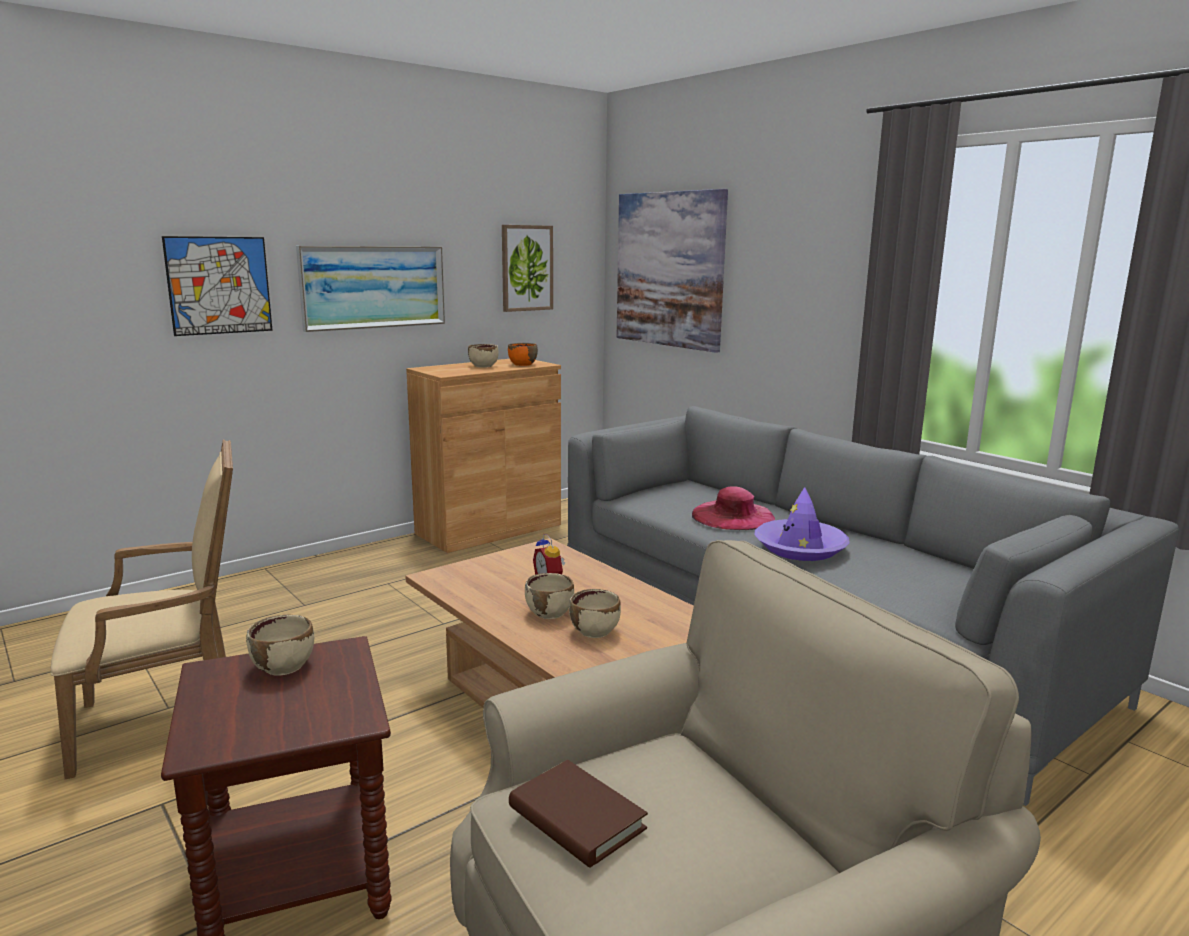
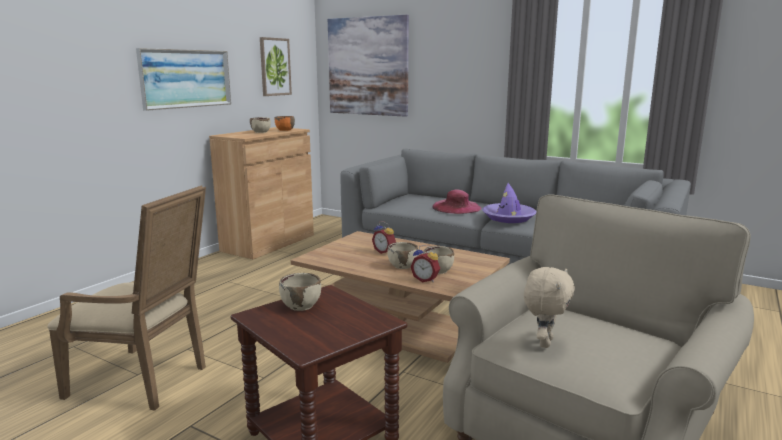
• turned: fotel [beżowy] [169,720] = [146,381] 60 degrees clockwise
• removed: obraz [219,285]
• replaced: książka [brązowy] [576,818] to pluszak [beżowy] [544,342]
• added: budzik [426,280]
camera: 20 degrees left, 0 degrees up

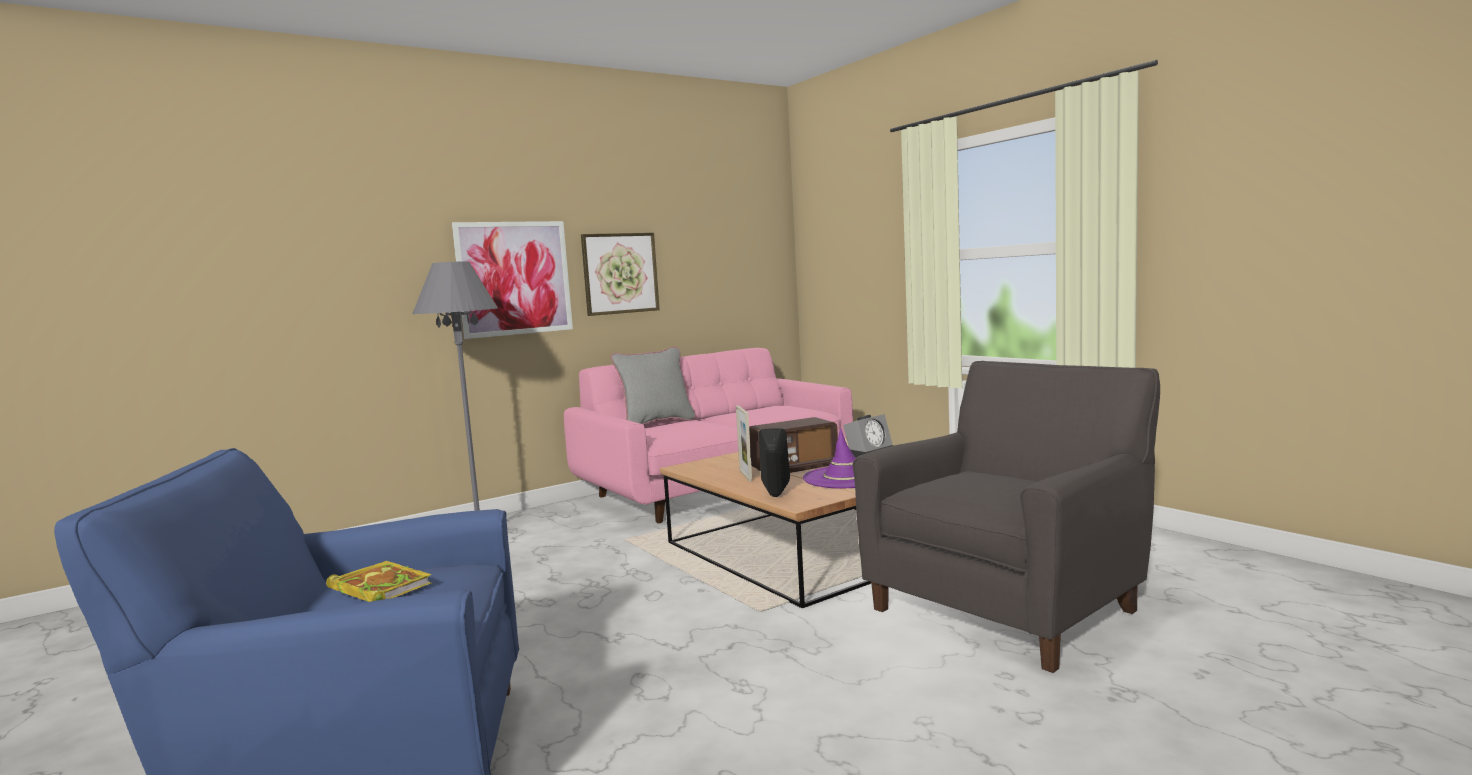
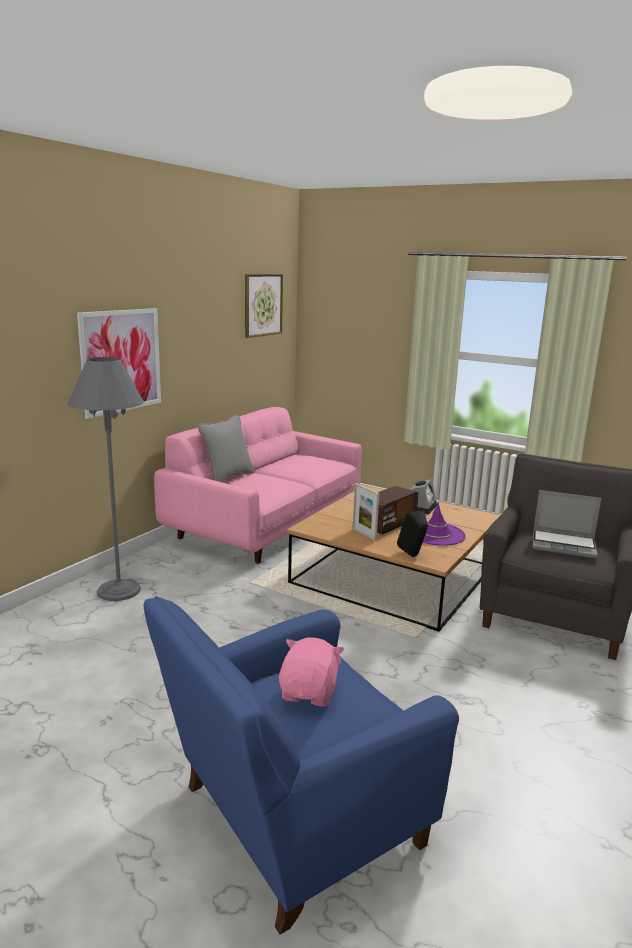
• replaced: książka [378,588] to pluszak [różowy] [310,692]
• moved: obraz [620,273] to [262,305]
• added: laptop [564,545]
camera: 25 degrees left, 10 degrees up

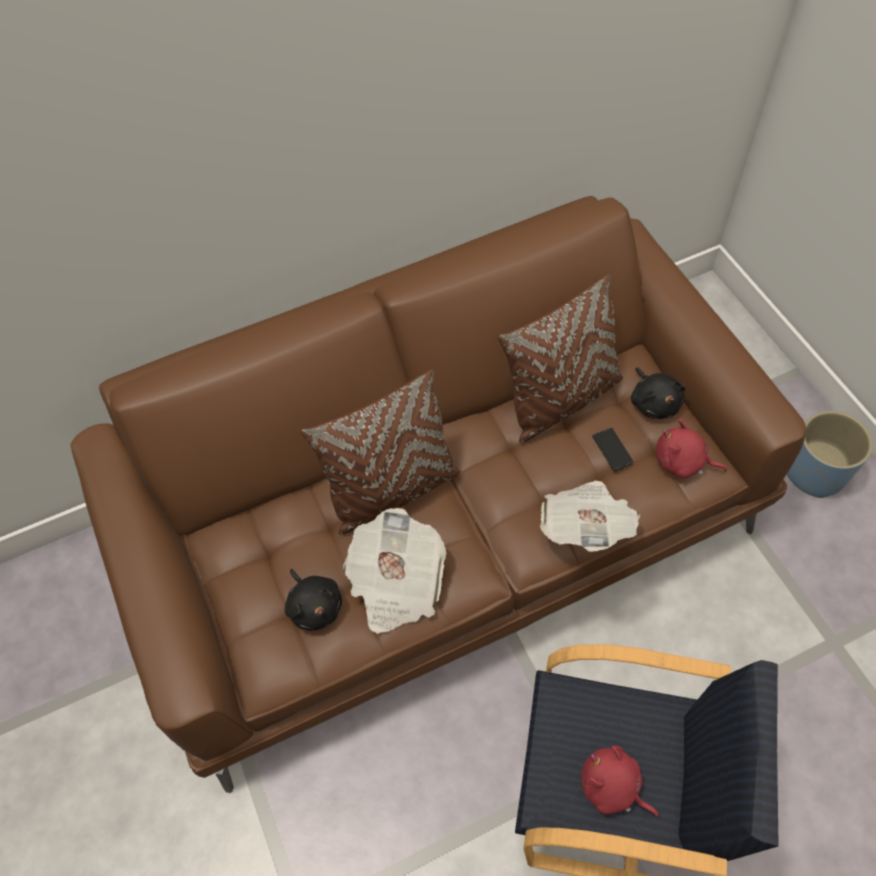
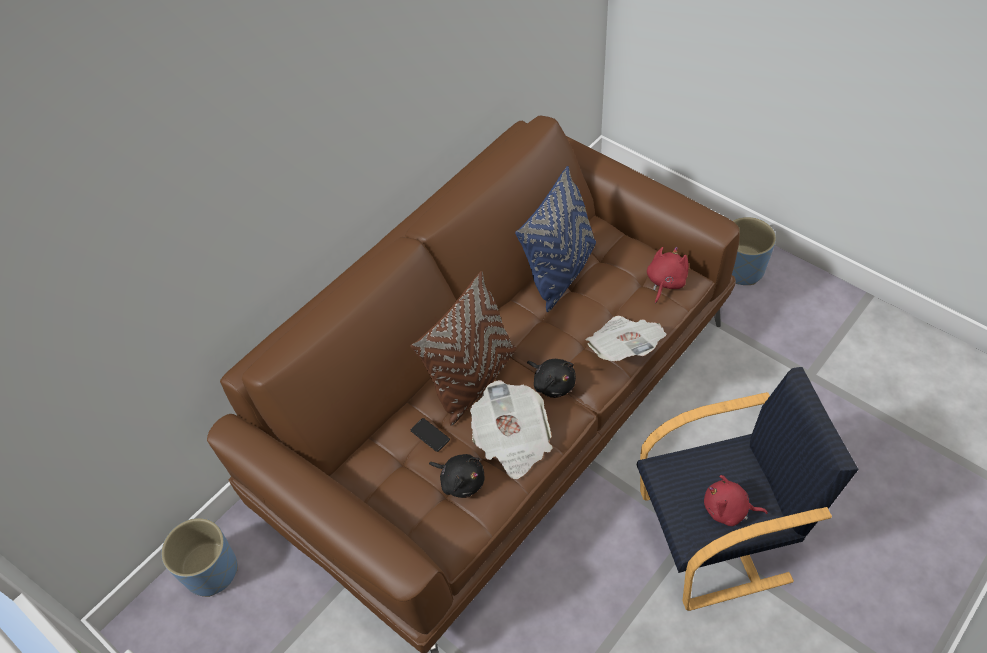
• recoloured: poduszka [brązowy] [561,399] to poduszka [niebieski] [560,272]
• moved: telefon [612,449] to [430,435]
• moved: pluszak [czarny] [654,402] to [552,383]
• turned: pluszak [czerwony] [682,462] = [665,282] 120 degrees clockwise
• added: donica [niebieski] [211,570]
camera: 25 degrees left, 5 degrees down

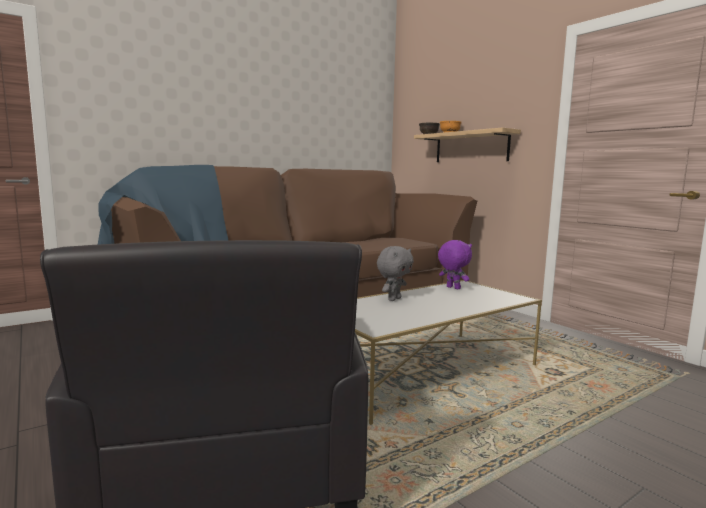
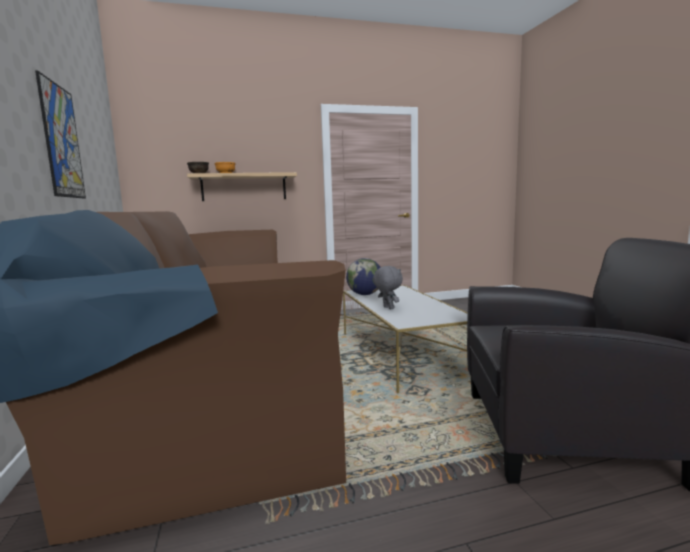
• replaced: pluszak [fioletowy] [452,288] to globus [365,294]
• added: obraz [62,141]
camera: 70 degrees left, 0 degrees up

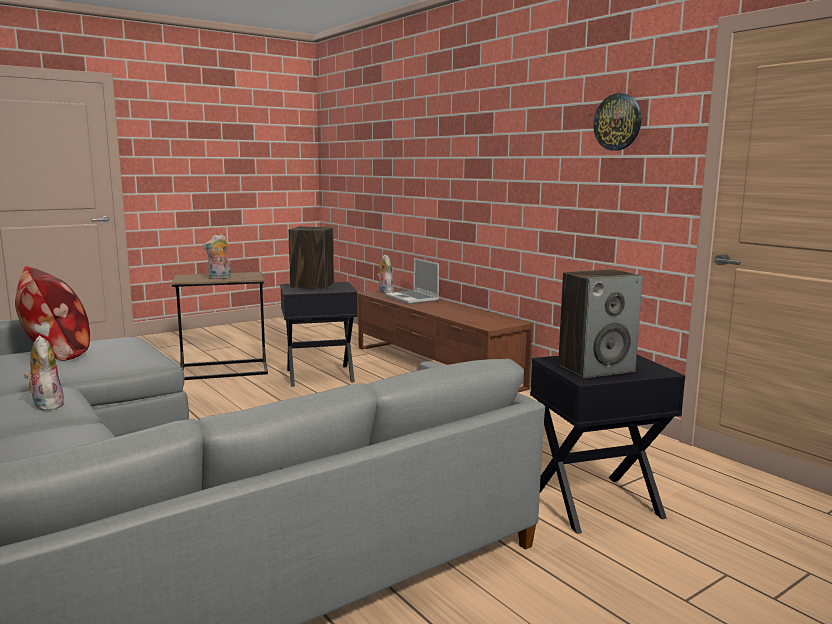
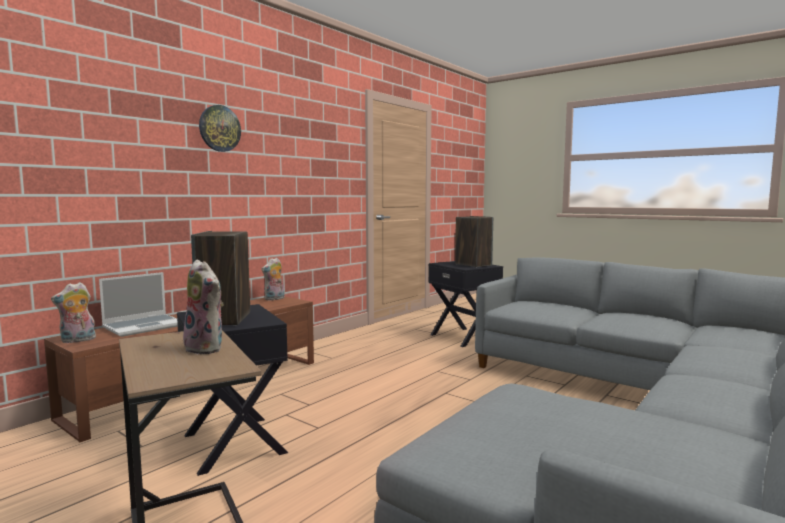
• removed: poduszka [56,353]
• moved: pluszak [46,405] to [274,299]
• moved: zegar ścienny [618,122] to [219,128]
camera: 105 degrees left, 5 degrees down

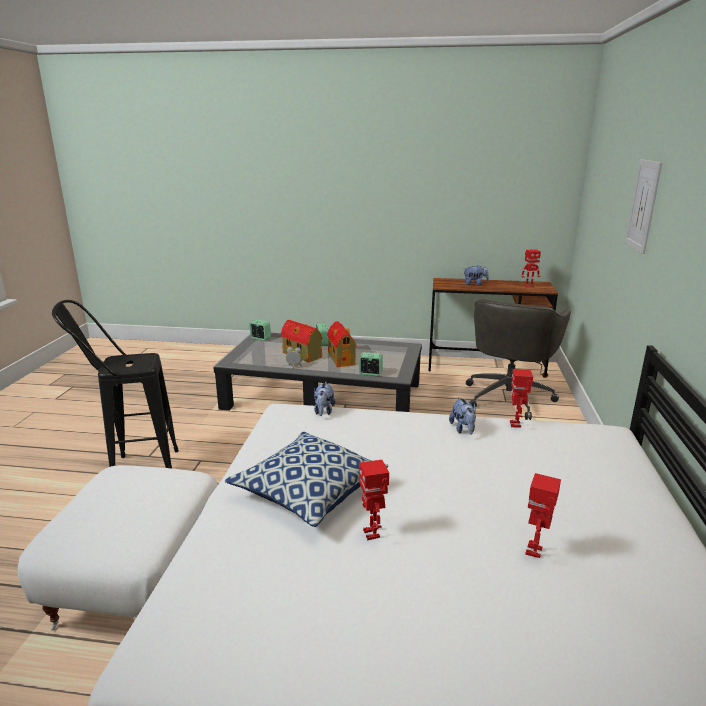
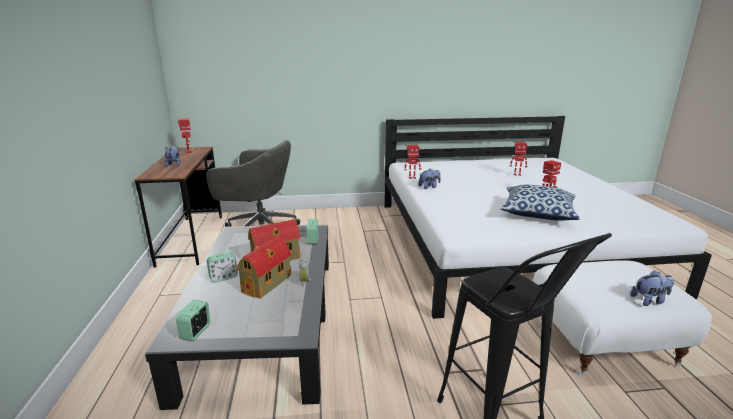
• moved: pluszak [323,411] to [650,300]
• removed: obraz [643,205]
camera: 105 degrees left, 0 degrees up

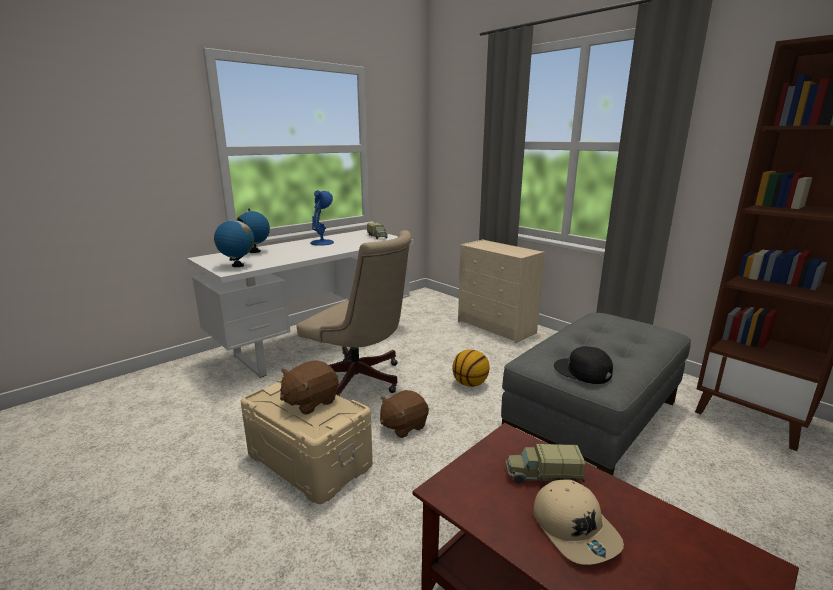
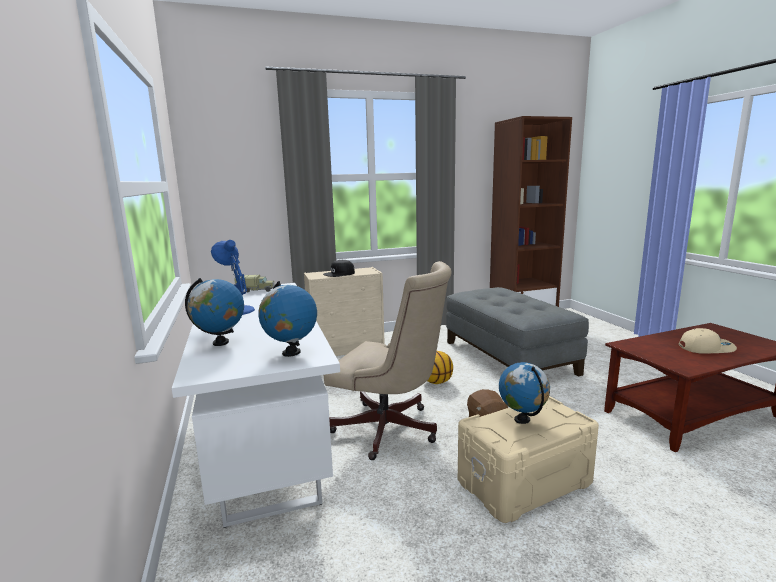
• replaced: pluszak [brązowy] [310,402] to globus [522,420]
• turned: krzesło biurowe [beżowy] [361,381] = [391,431] 60 degrees clockwise
• removed: ciężarówka zabawkowa [542,475]
• moved: czapka z daszkiem [czarny] [582,371] to [339,274]
camera: 65 degrees left, 5 degrees down

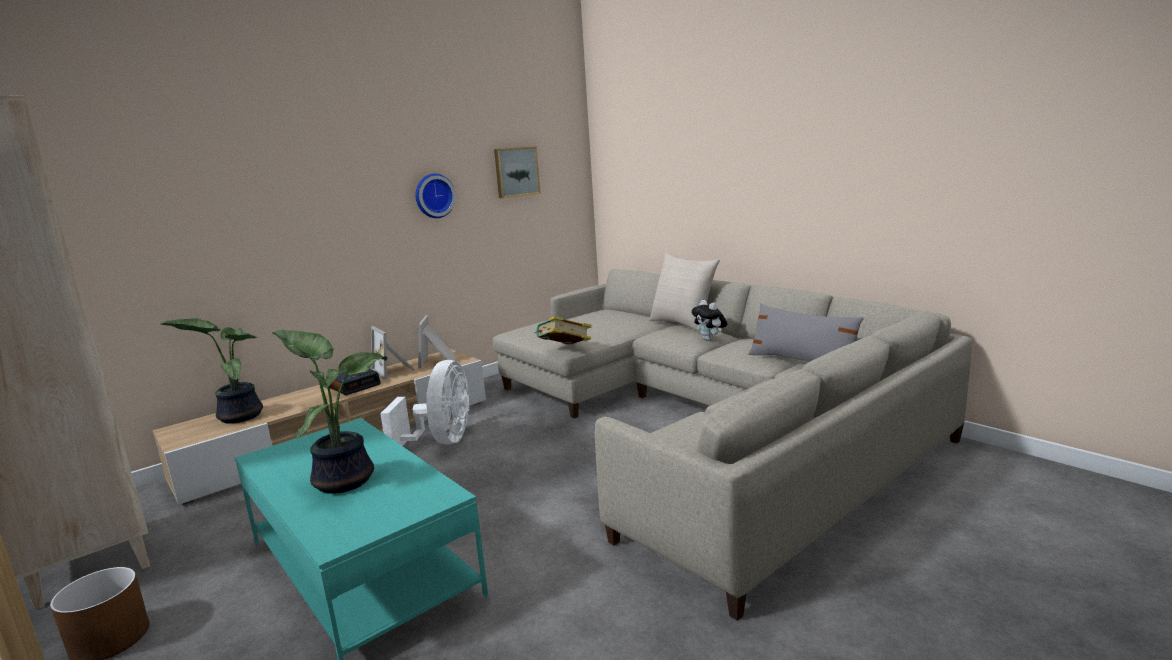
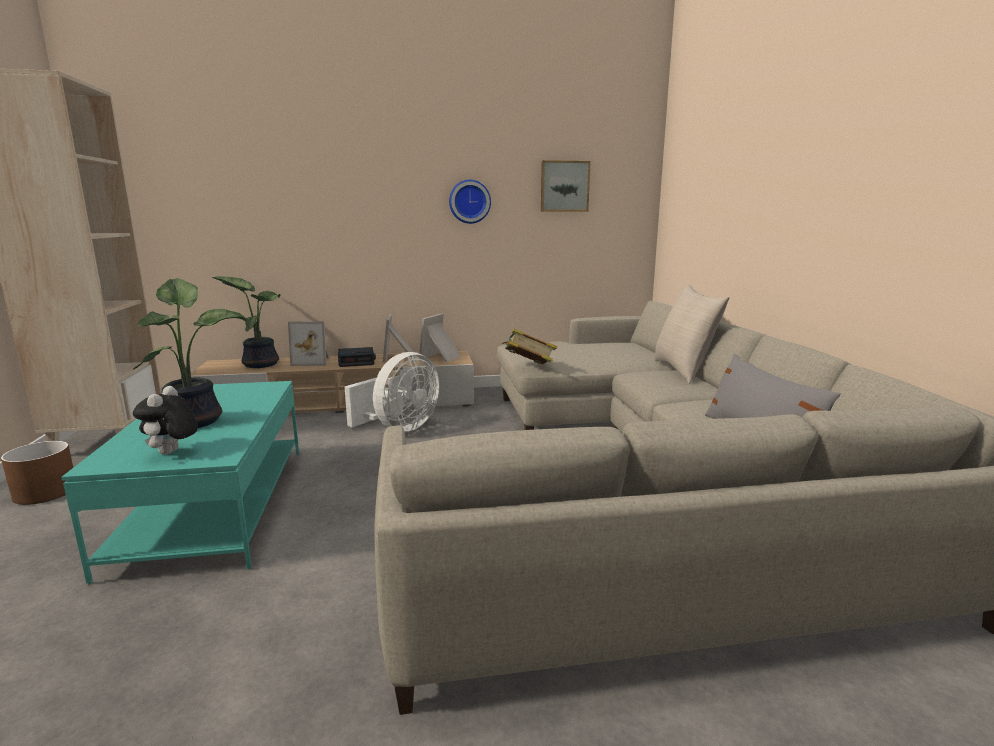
• moved: pluszak [710,340] to [172,453]
• added: ramka na zdjęcie [312,361]
camera: 30 degrees right, 0 degrees up

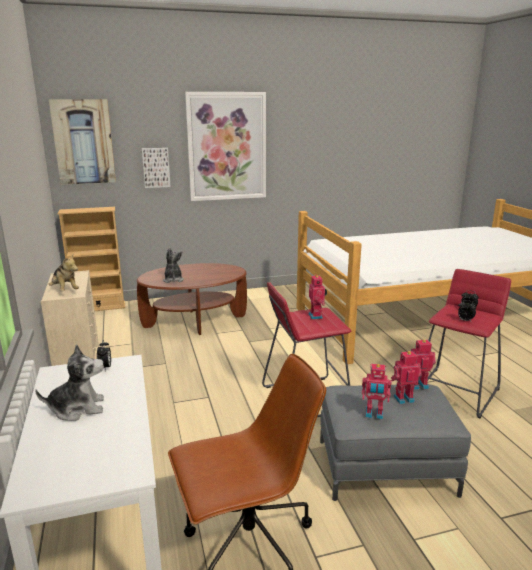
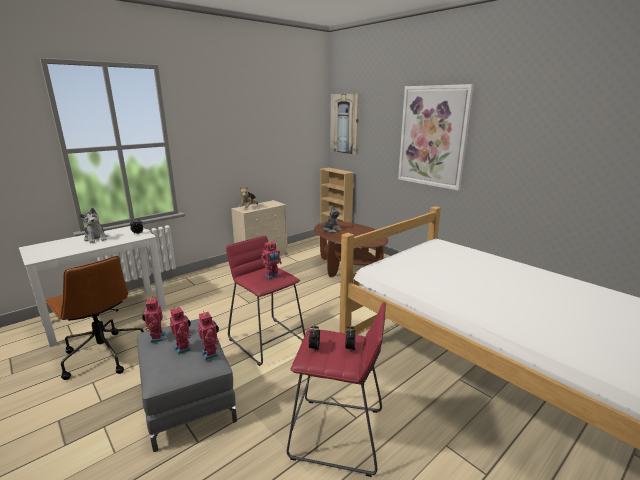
• removed: obraz [156,167]
camera: 65 degrees right, 0 degrees up

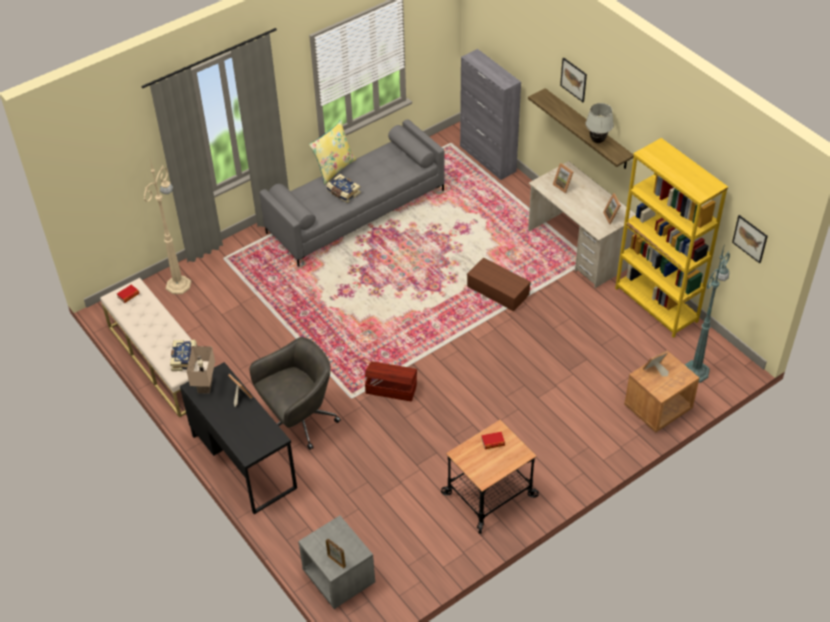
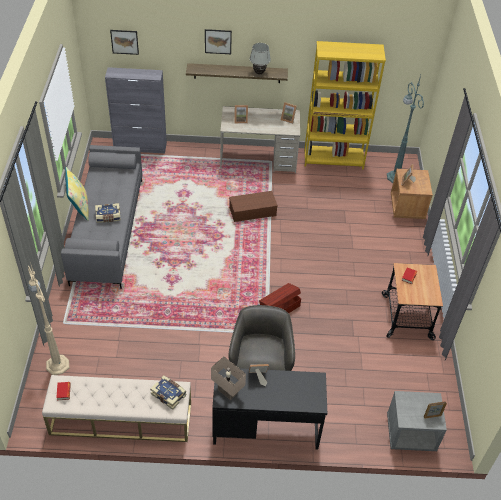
• moved: obraz [750,238] to [124,42]
camera: 55 degrees left, 0 degrees up

